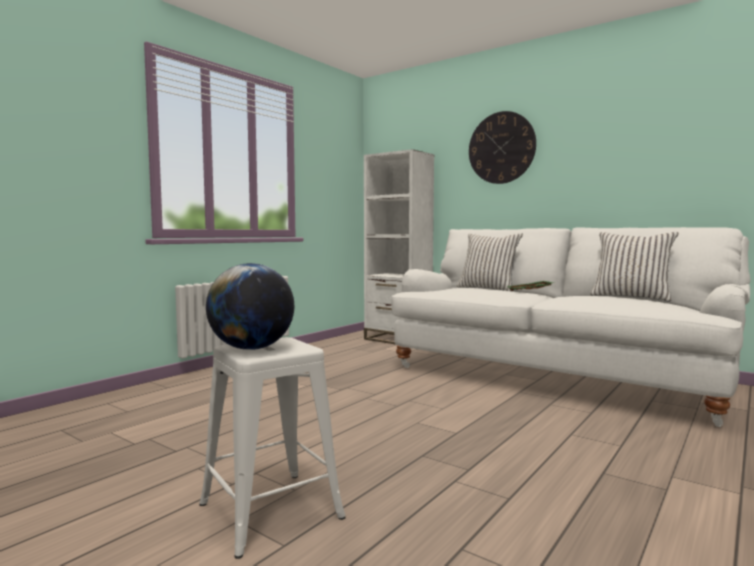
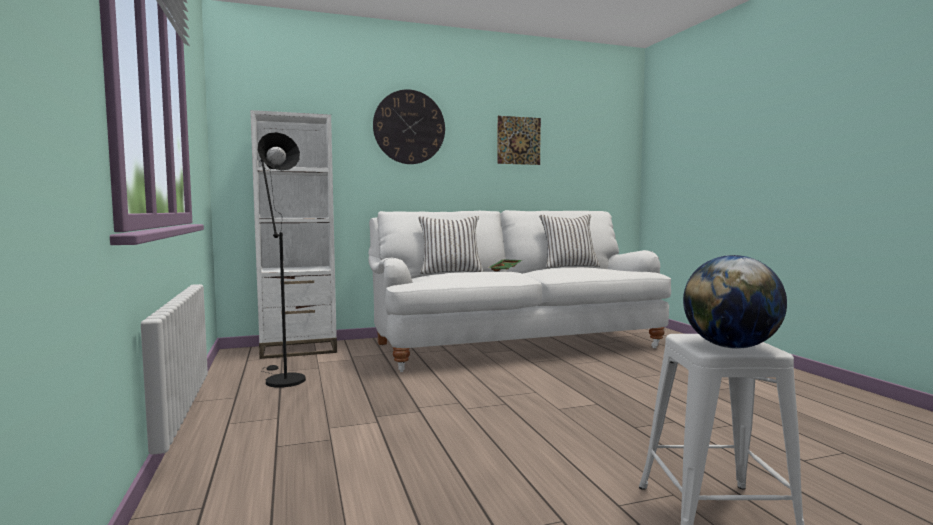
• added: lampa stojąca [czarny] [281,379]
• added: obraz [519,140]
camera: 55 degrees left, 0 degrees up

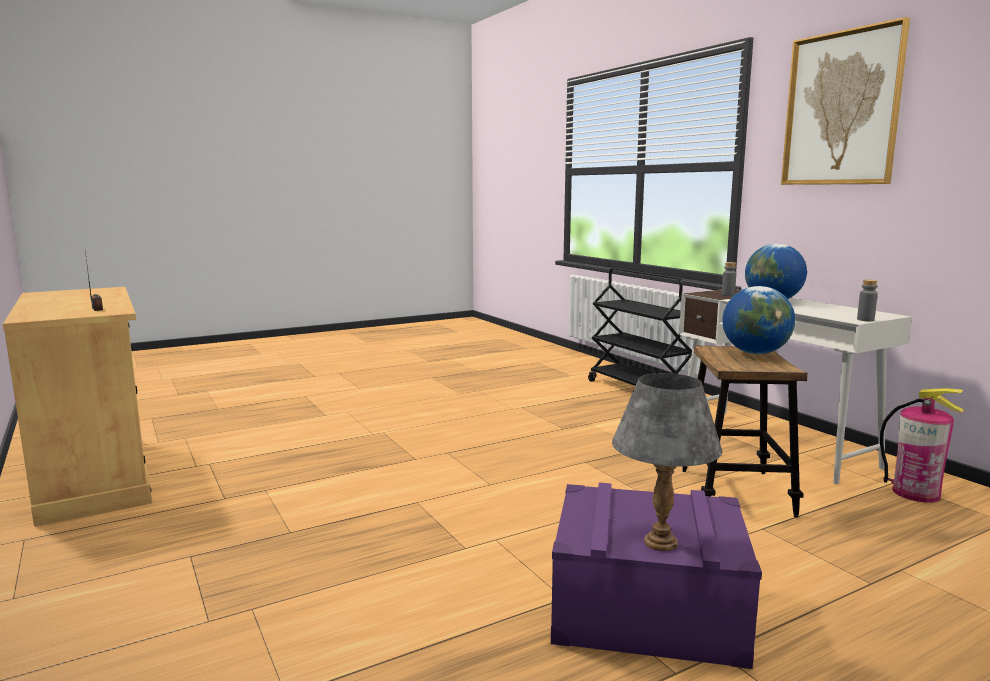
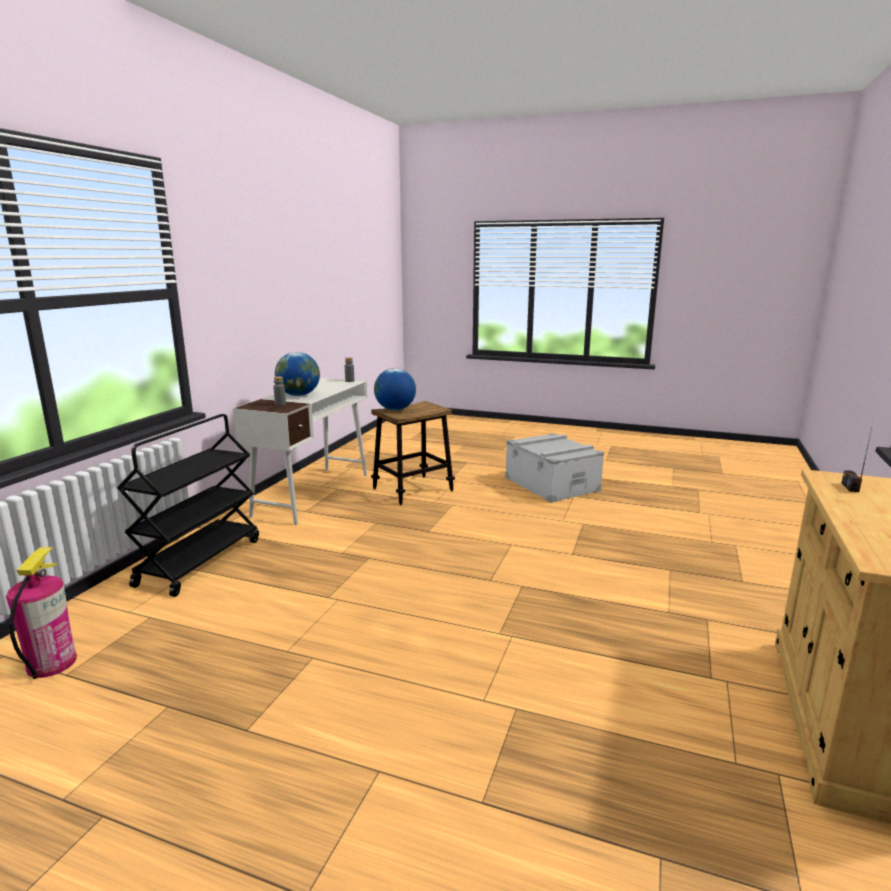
• recoloured: pojemnik do przechowywania [fioletowy] [647,610] to pojemnik do przechowywania [szary] [552,484]
• removed: lampa stołowa [szary] [661,542]
• removed: obraz [841,109]
• moved: gaśnica [916,493] to [51,663]
camera: 130 degrees left, 5 degrees up

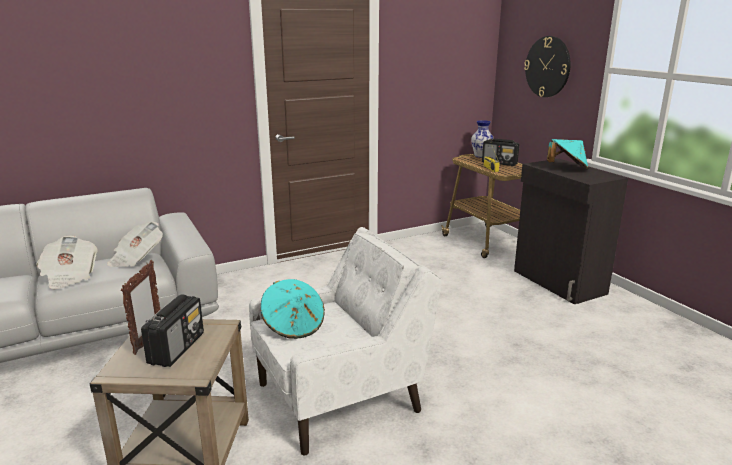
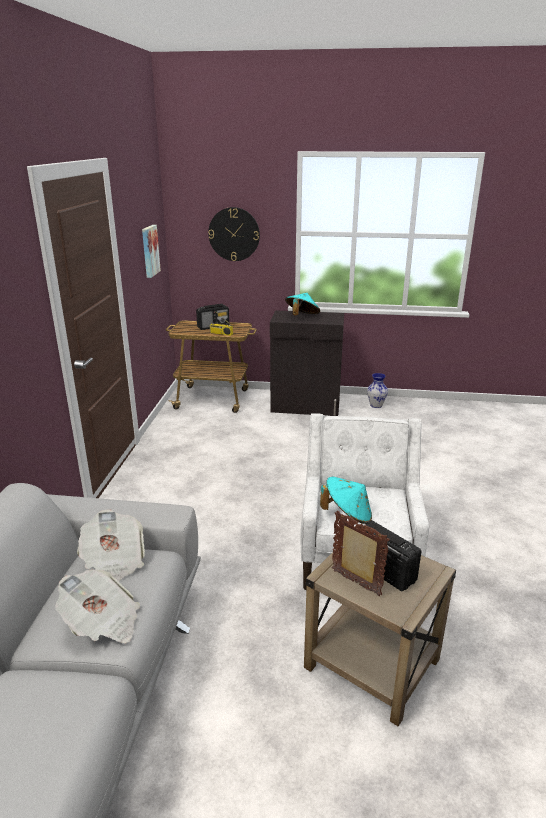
• moved: wazon [480,156] to [375,405]
• added: obraz [149,251]
camera: 55 degrees left, 5 degrees up

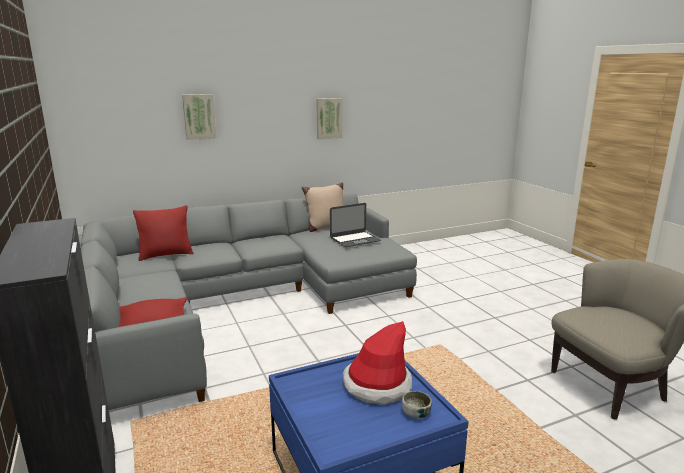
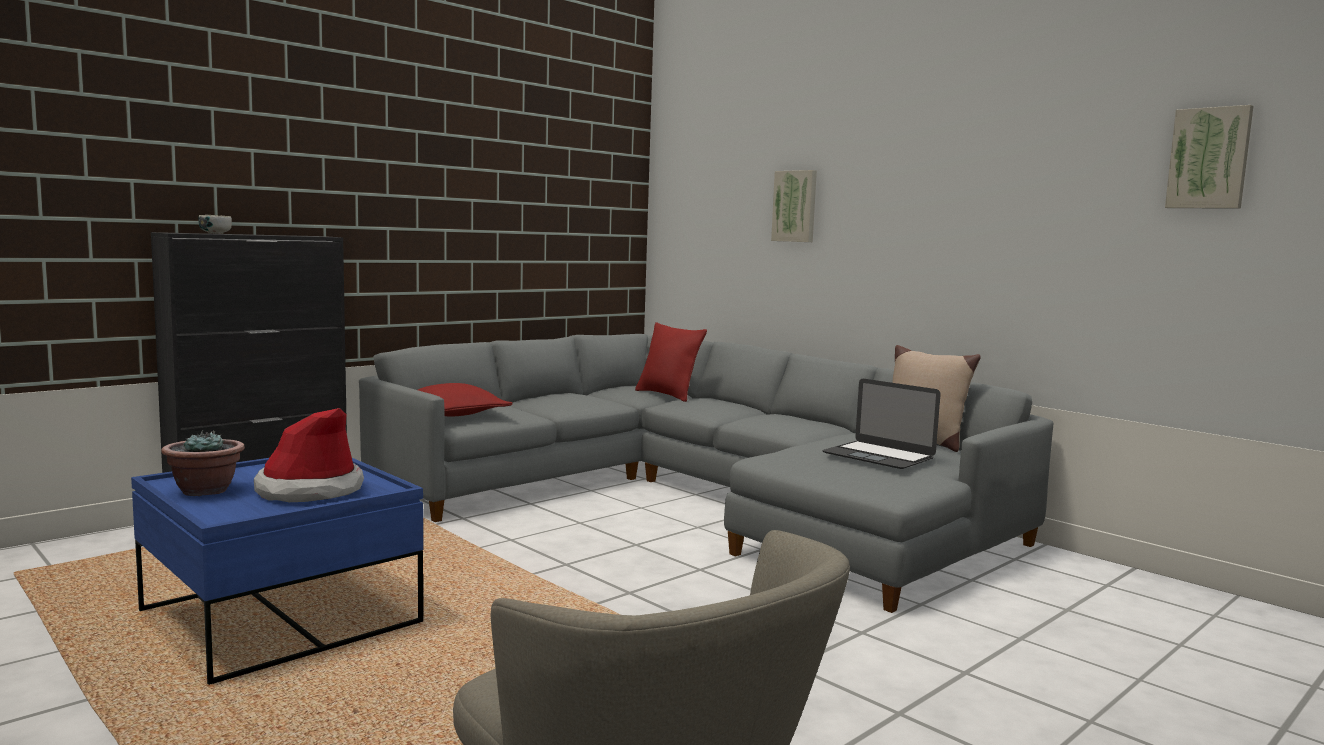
• moved: obraz [328,118] to [1209,158]
• moved: miska [416,413] to [215,233]
• added: roślina doniczkowa [205,491]
camera: 70 degrees right, 10 degrees down

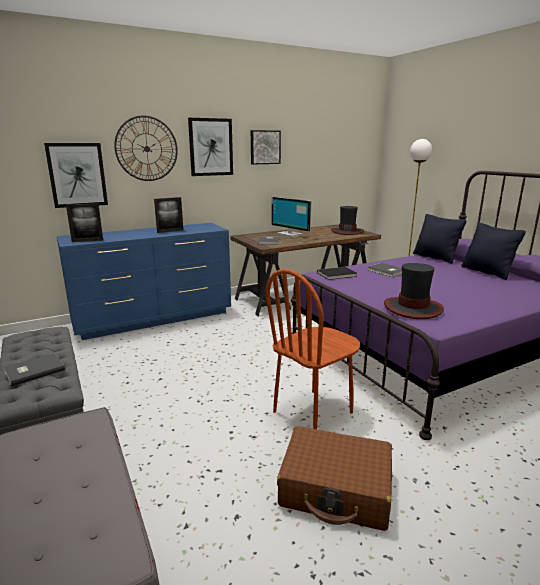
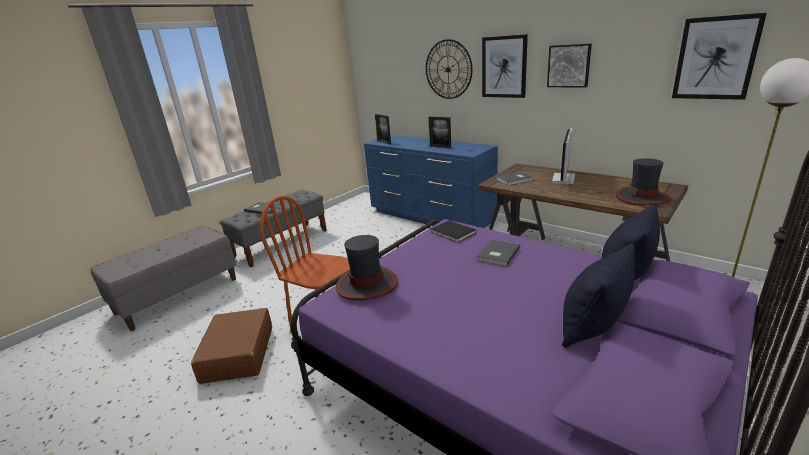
• moved: obraz [77,175] to [715,58]
camera: 70 degrees right, 5 degrees up

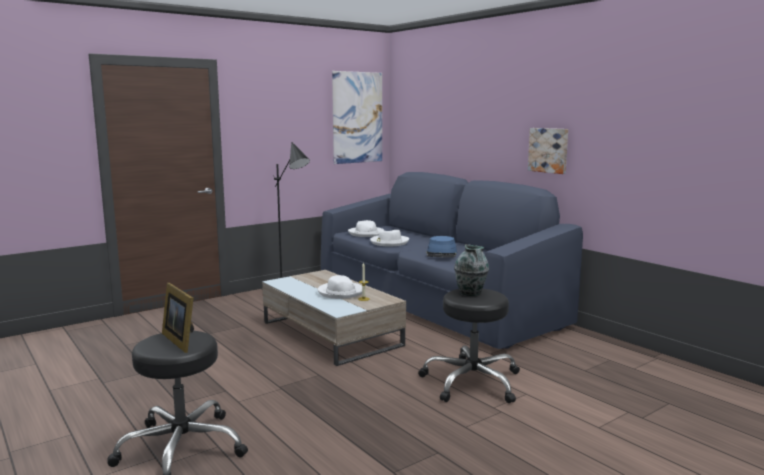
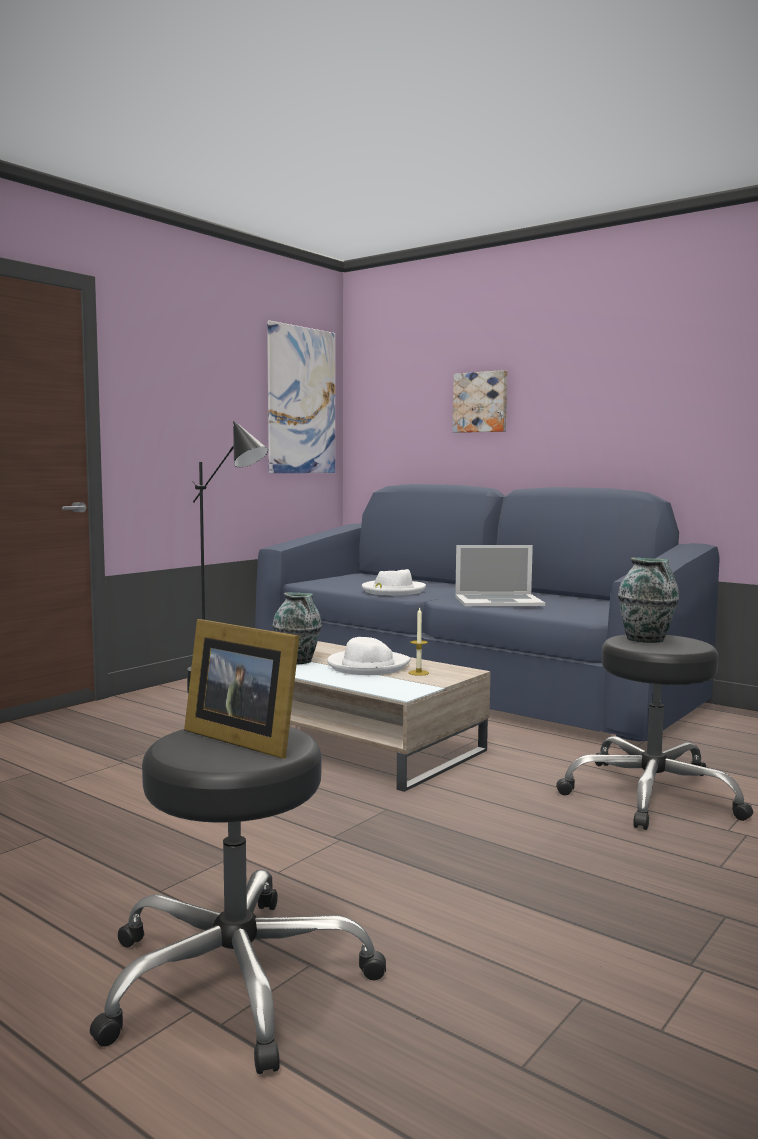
• removed: kapelusz [biały] [366,233]
• replaced: kapelusz [niebieski] [441,254] to laptop [498,601]
• moved: obraz [549,150] to [481,402]
• added: wazon [297,662]
camera: 15 degrees left, 5 degrees down

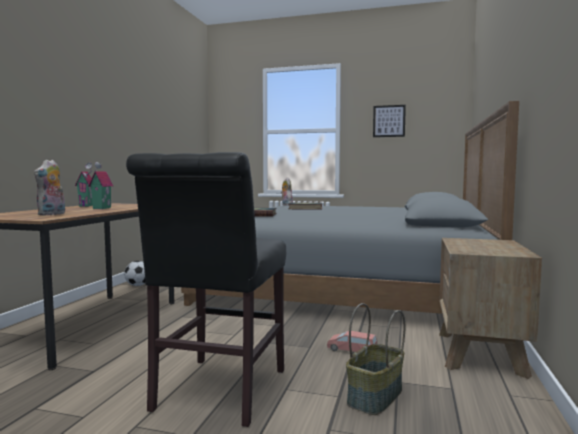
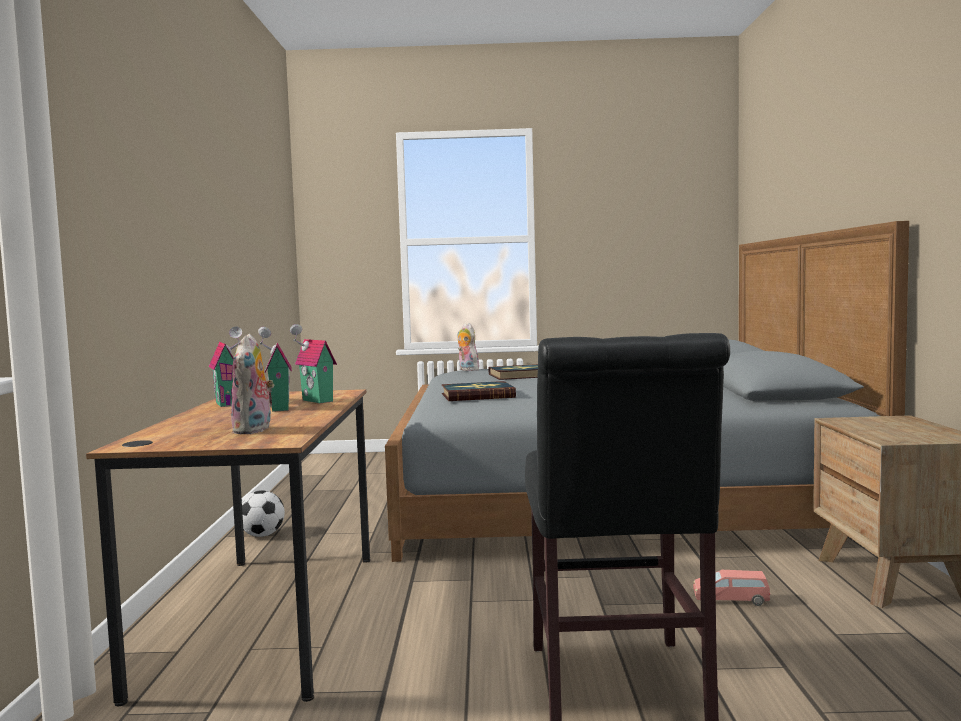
• removed: koszyk [376,397]
• removed: obraz [389,121]
• added: domek [315,401]
camera: 15 degrees left, 0 degrees up

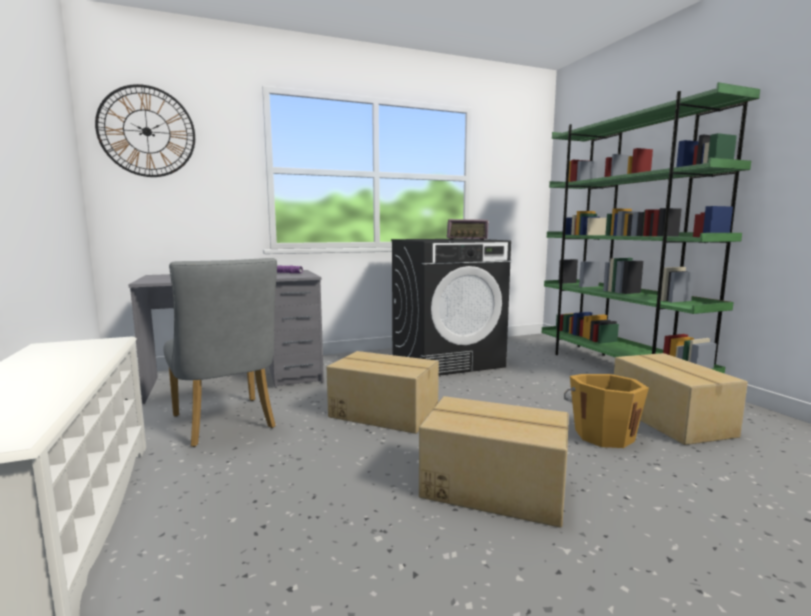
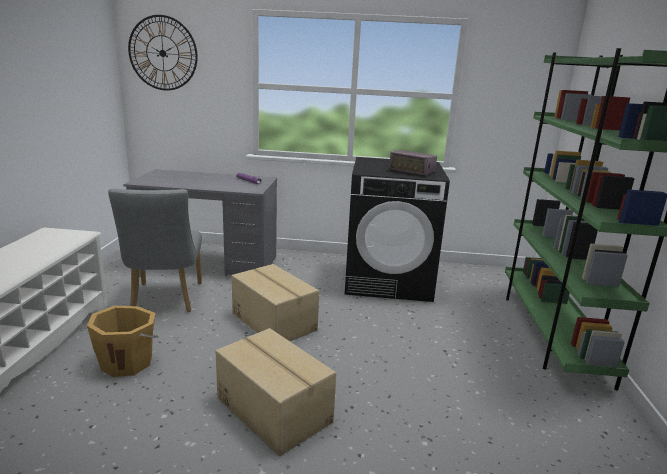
• moved: wiadro [pomarańczowy] [603,435] to [128,362]
• removed: karton [669,420]
camera: 25 degrees right, 10 degrees up

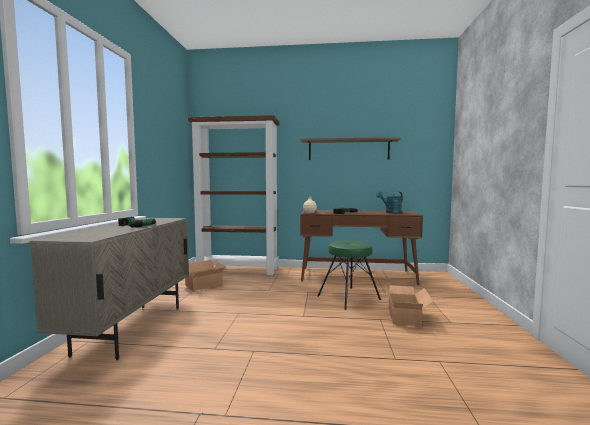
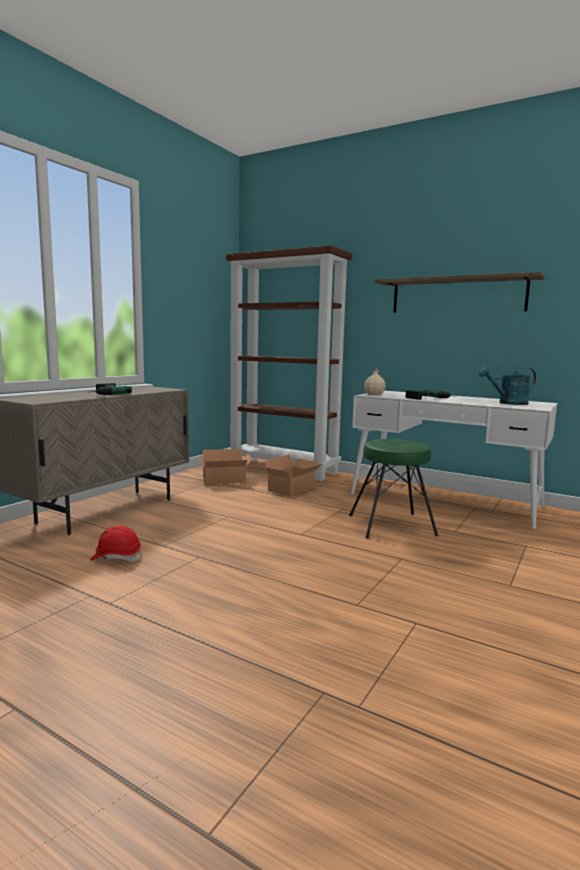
• recoloured: biurko [brązowy] [357,275] to biurko [biały] [445,500]
• moved: karton [405,316] to [293,488]
• added: kask [czerwony] [116,558]
camera: 25 degrees right, 5 degrees up

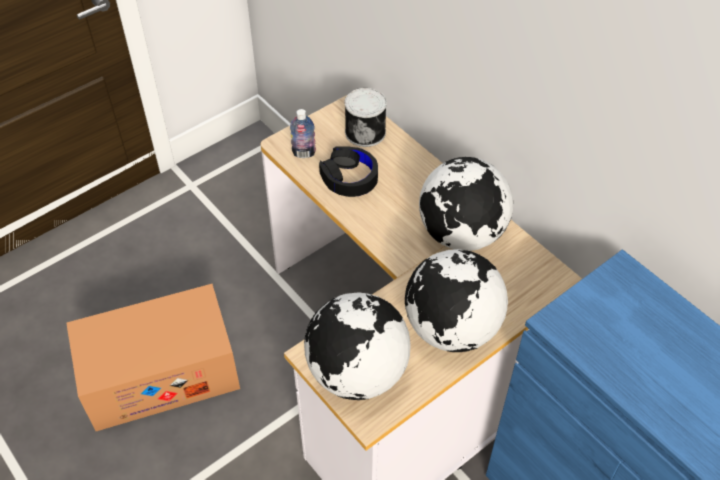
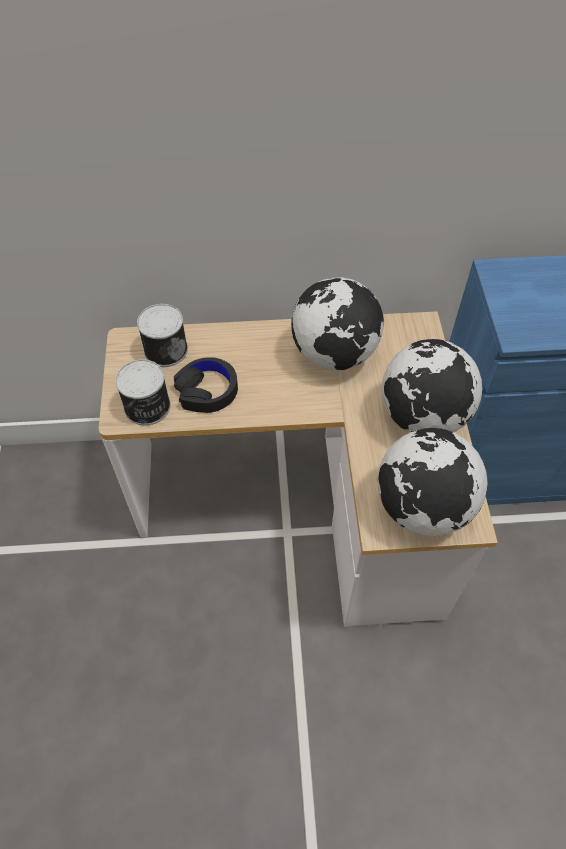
• removed: karton [160,374]
• replaced: butelka [304,153] to puszka [147,407]
camera: 55 degrees left, 5 degrees up

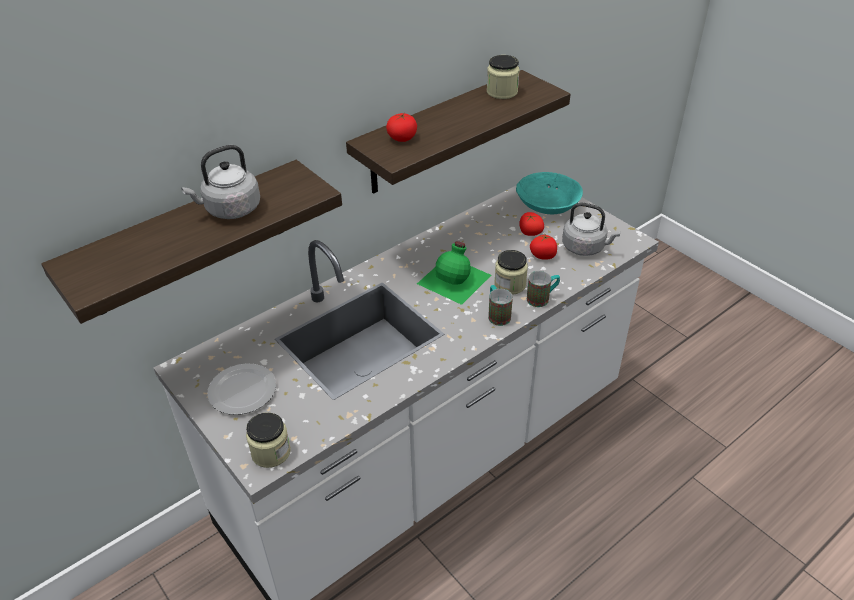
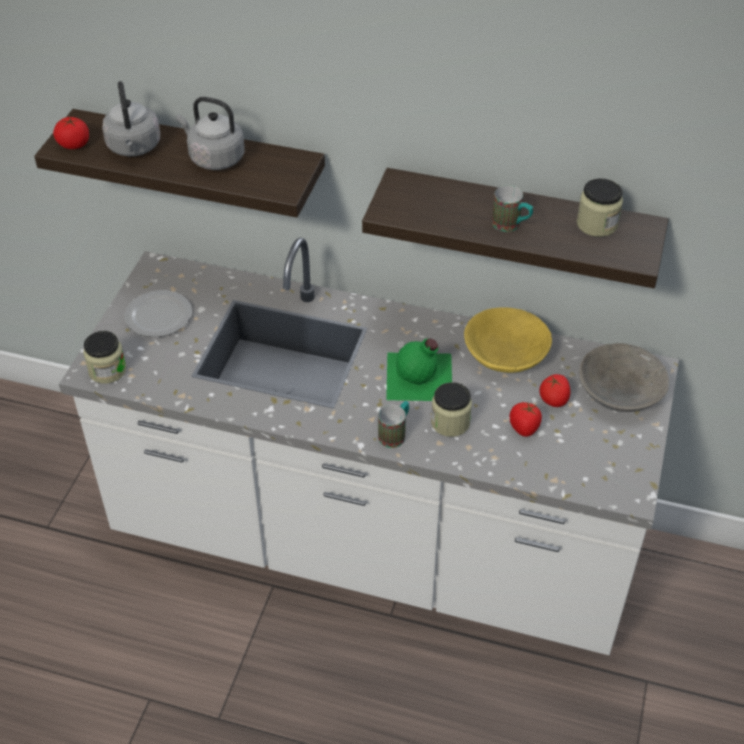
• moved: pomidor [402,138] to [74,144]
• recoloured: miska [turkusowy] [548,206] to miska [szary] [620,393]
• moved: kubek [542,298] to [511,225]
• moved: czajnik [szary] [585,247] to [134,148]
• added: miska [żółty] [504,355]
camera: 55 degrees right, 5 degrees up

